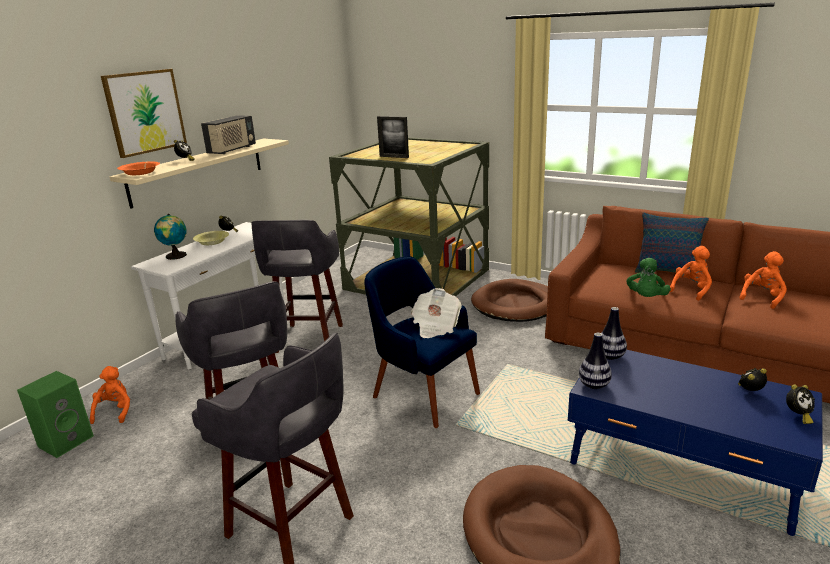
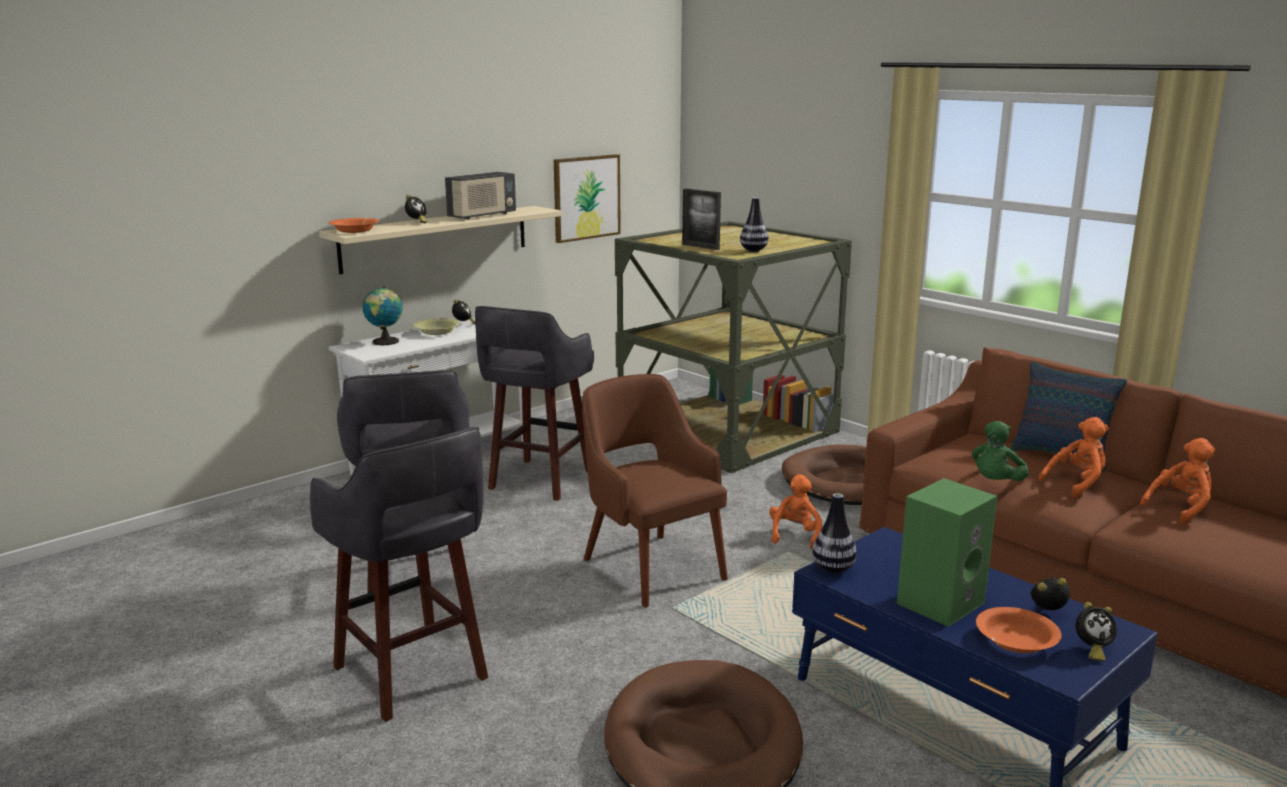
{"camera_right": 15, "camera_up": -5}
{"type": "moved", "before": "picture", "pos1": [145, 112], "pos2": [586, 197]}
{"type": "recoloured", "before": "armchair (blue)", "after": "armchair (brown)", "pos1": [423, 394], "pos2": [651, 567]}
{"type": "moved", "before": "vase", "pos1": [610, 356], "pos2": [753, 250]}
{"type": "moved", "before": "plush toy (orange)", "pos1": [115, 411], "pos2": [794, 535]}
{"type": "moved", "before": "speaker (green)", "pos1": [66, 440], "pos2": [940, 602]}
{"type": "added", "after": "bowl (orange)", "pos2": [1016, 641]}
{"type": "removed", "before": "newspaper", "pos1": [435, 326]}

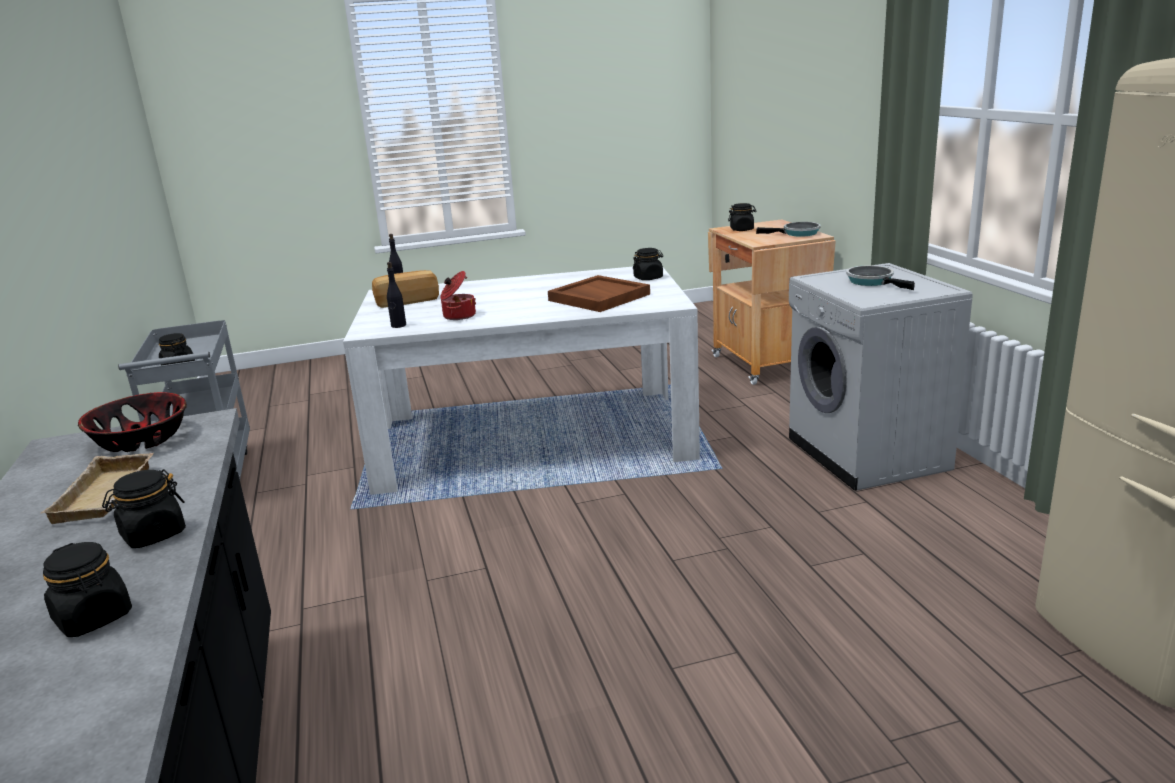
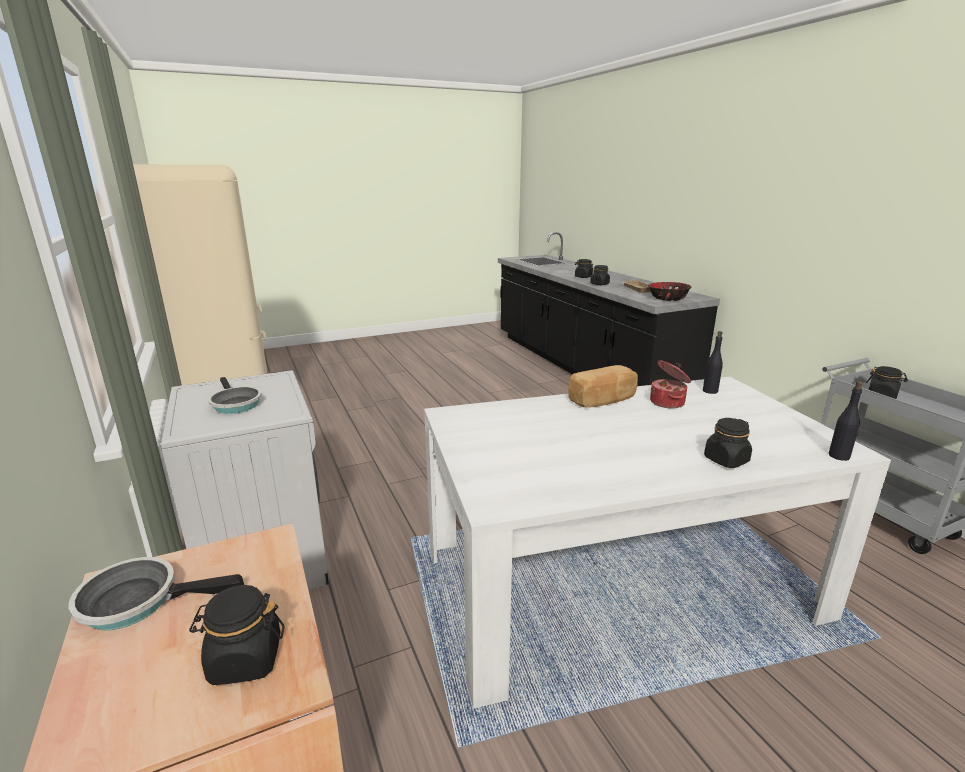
{"camera_right": 170, "camera_up": 0}
{"type": "moved", "before": "bread", "pos1": [407, 301], "pos2": [603, 400]}
{"type": "moved", "before": "jar (black)", "pos1": [648, 278], "pos2": [726, 460]}
{"type": "removed", "before": "tray (brown)", "pos1": [598, 297]}

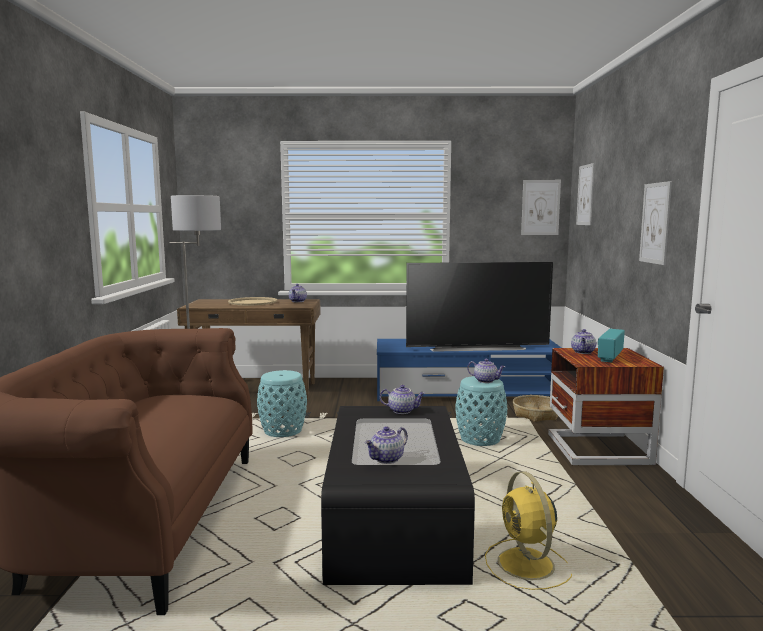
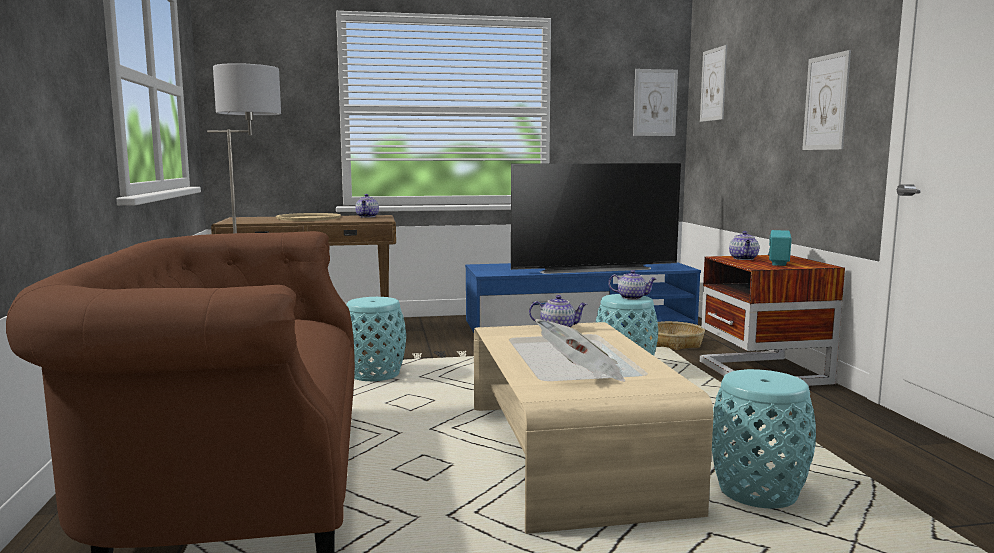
{"camera_right": -10, "camera_up": 0}
{"type": "recoloured", "before": "coffee table (black)", "after": "coffee table (beige)", "pos1": [394, 516], "pos2": [570, 454]}
{"type": "replaced", "before": "teapot", "after": "newspaper", "pos1": [387, 459], "pos2": [581, 374]}
{"type": "replaced", "before": "fan (yellow)", "after": "stool (turquoise)", "pos1": [527, 565], "pos2": [758, 492]}

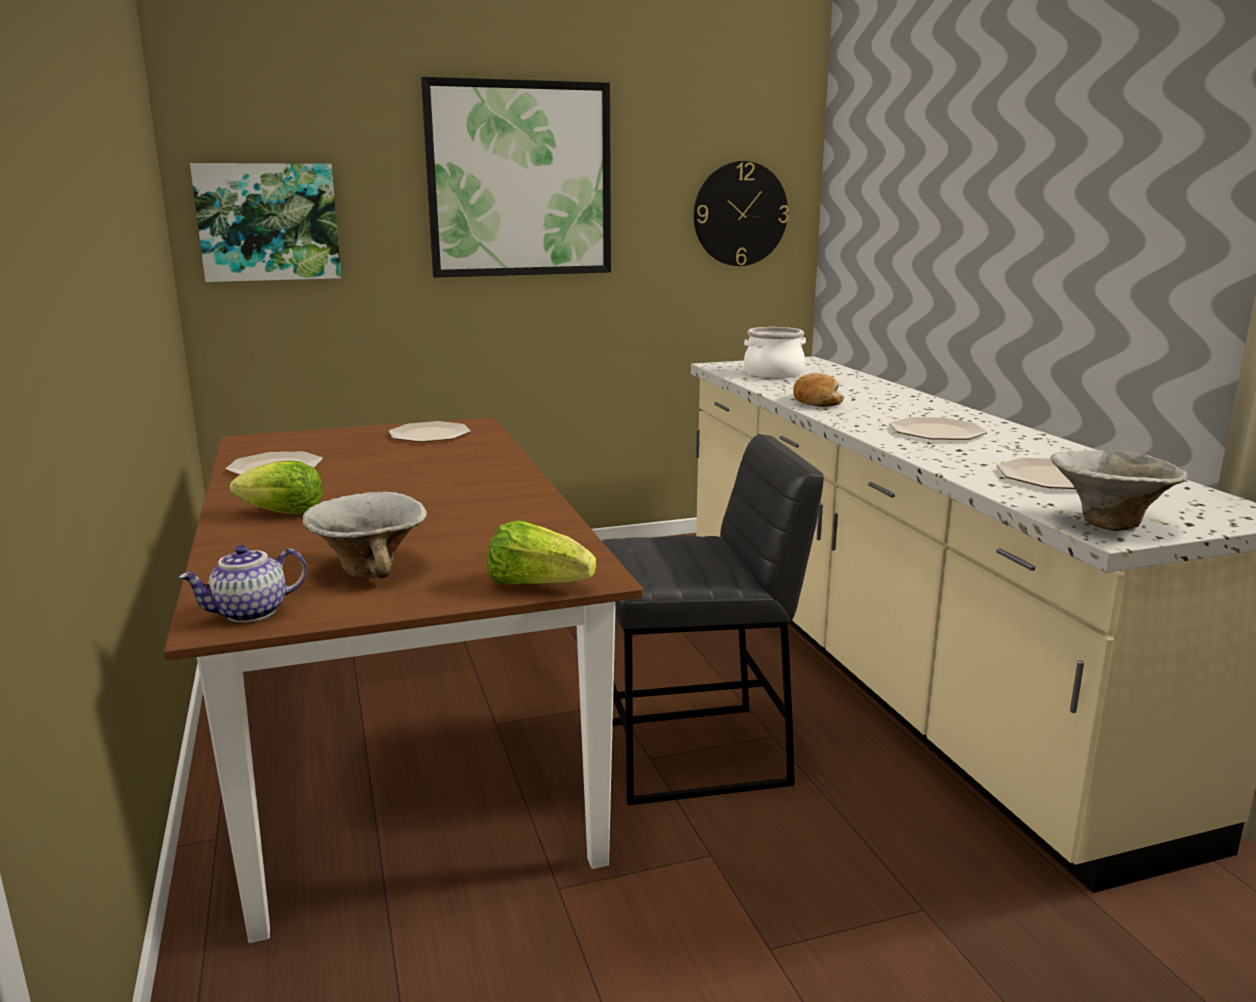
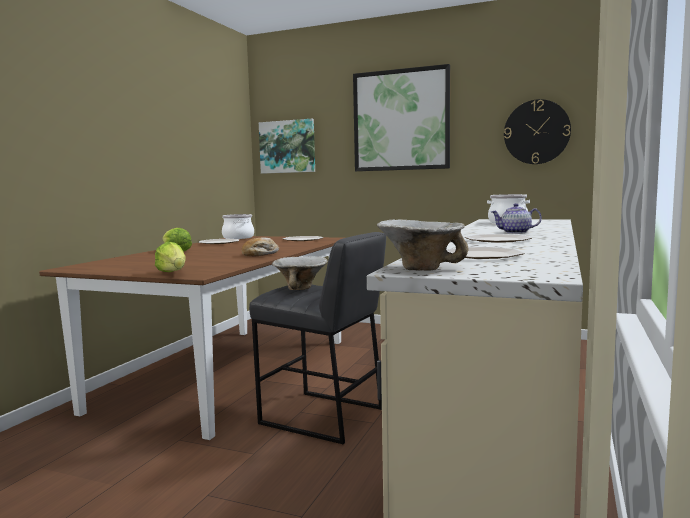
{"camera_right": 40, "camera_up": -10}
{"type": "added", "after": "cooking pot", "pos2": [238, 237]}
{"type": "moved", "before": "bread", "pos1": [816, 401], "pos2": [260, 254]}
{"type": "moved", "before": "bowl", "pos1": [371, 569], "pos2": [301, 288]}
{"type": "moved", "before": "teapot", "pos1": [250, 613], "pos2": [515, 232]}

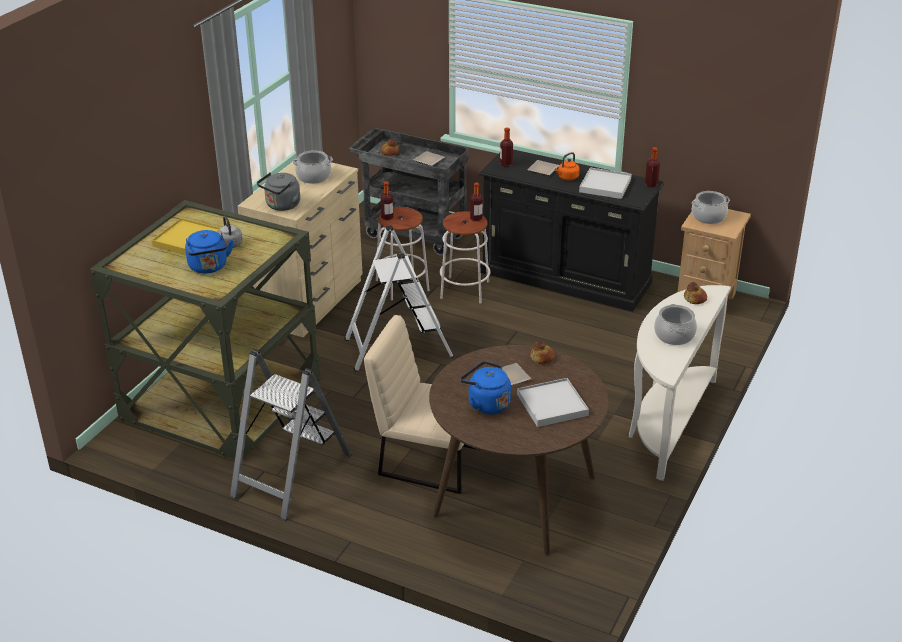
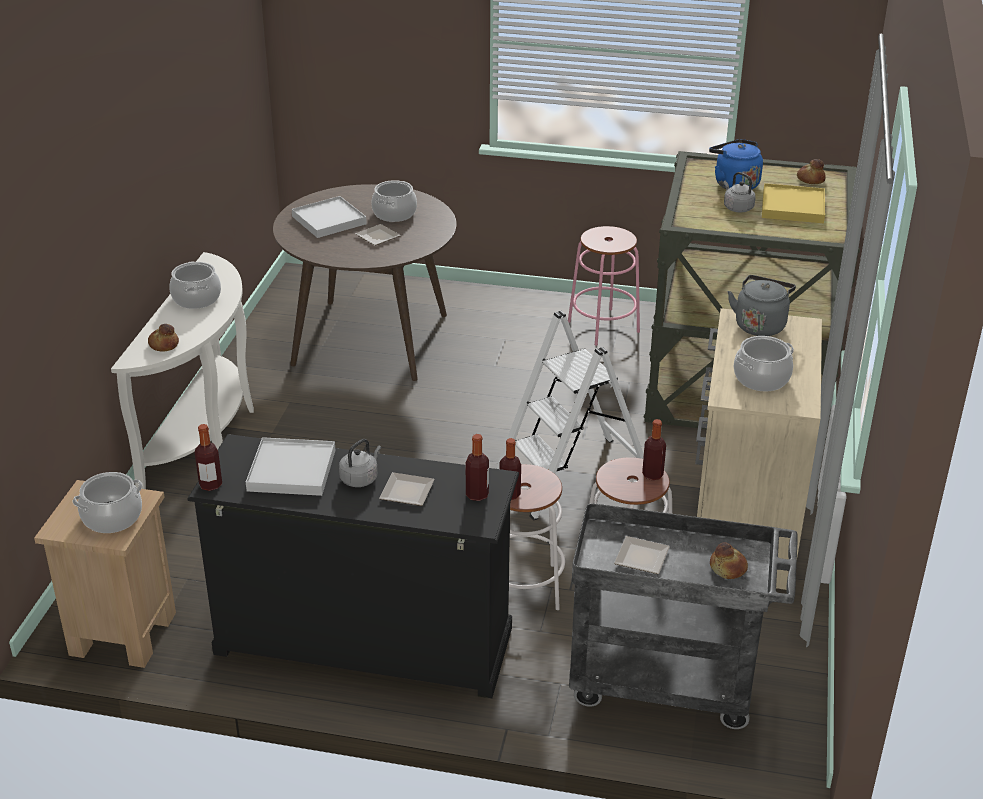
{"camera_right": 165, "camera_up": 0}
{"type": "recoloured", "before": "kettle (orange)", "after": "kettle (grey)", "pos1": [567, 178], "pos2": [360, 478]}
{"type": "replaced", "before": "kettle (blue)", "after": "cooking pot", "pos1": [486, 404], "pos2": [394, 214]}
{"type": "replaced", "before": "step ladder (grey)", "after": "stool (pink)", "pos1": [290, 476], "pos2": [603, 326]}
{"type": "moved", "before": "bread", "pos1": [542, 358], "pos2": [810, 179]}
{"type": "removed", "before": "chair (beige)", "pos1": [428, 460]}

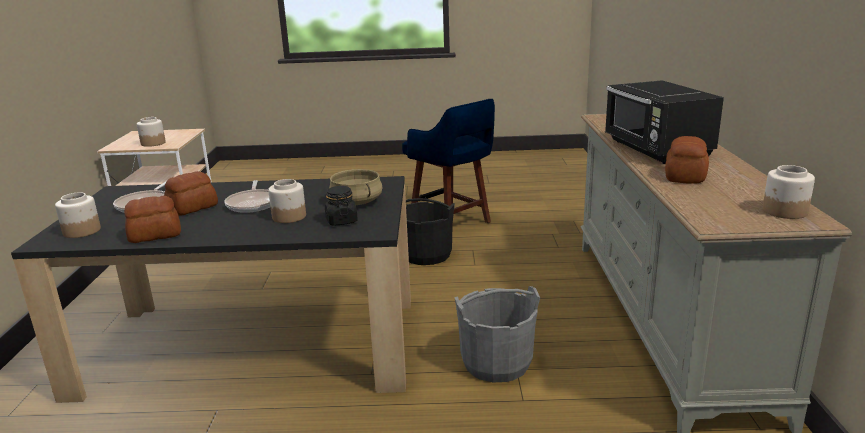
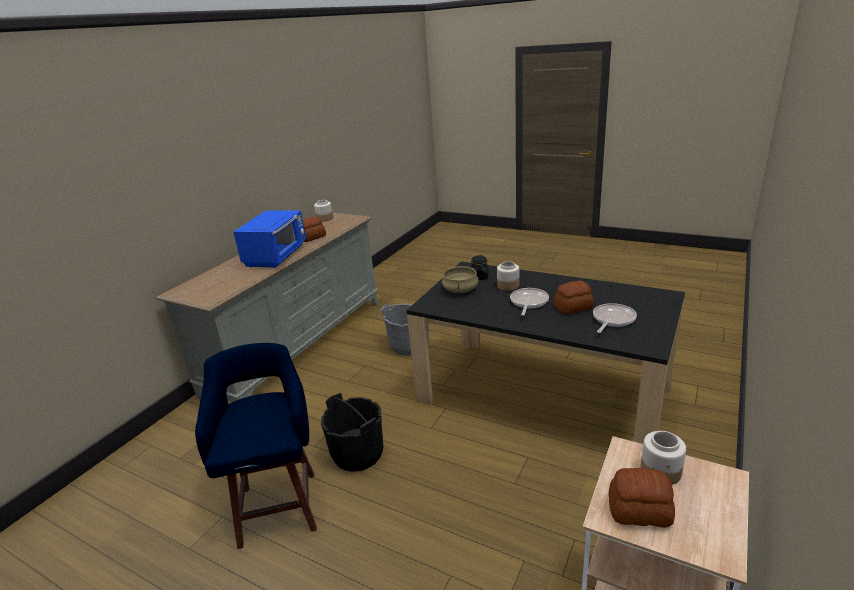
{"camera_right": -150, "camera_up": 5}
{"type": "recoloured", "before": "microwave (black)", "after": "microwave (blue)", "pos1": [656, 150], "pos2": [277, 256]}
{"type": "moved", "before": "bread", "pos1": [154, 235], "pos2": [640, 511]}
{"type": "removed", "before": "jar", "pos1": [81, 231]}

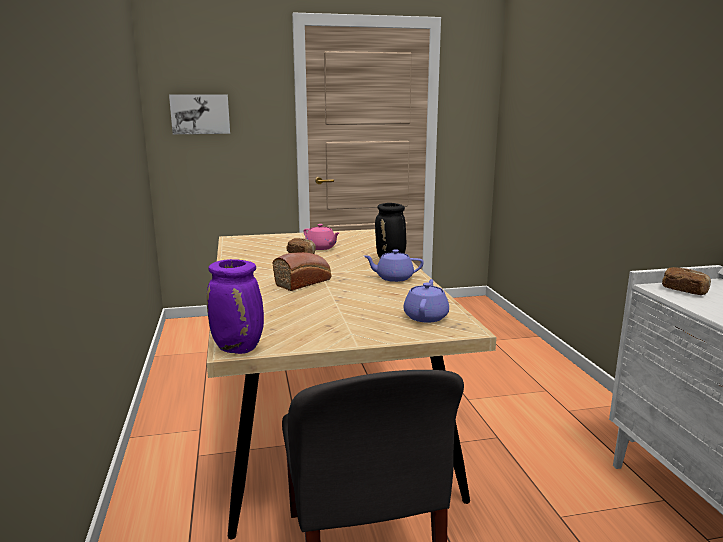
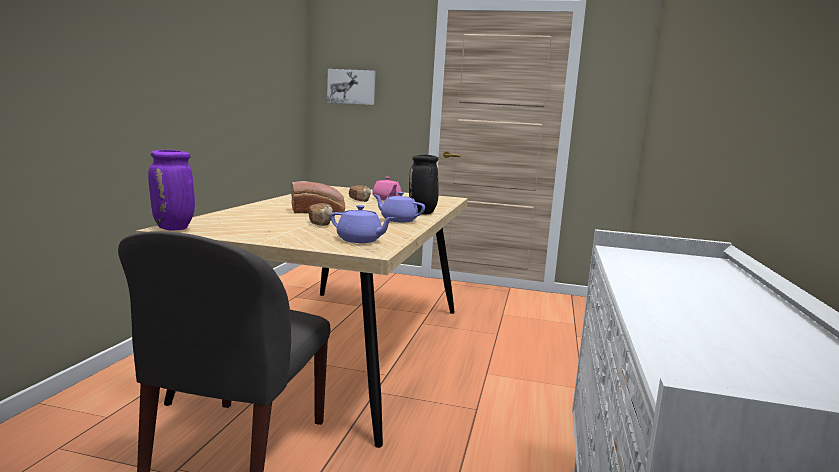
{"camera_right": 25, "camera_up": -5}
{"type": "moved", "before": "bread", "pos1": [684, 291], "pos2": [321, 223]}
{"type": "turned", "before": "teapot (purple)", "pos1": [426, 316], "pos2": [360, 240], "turn": 75}

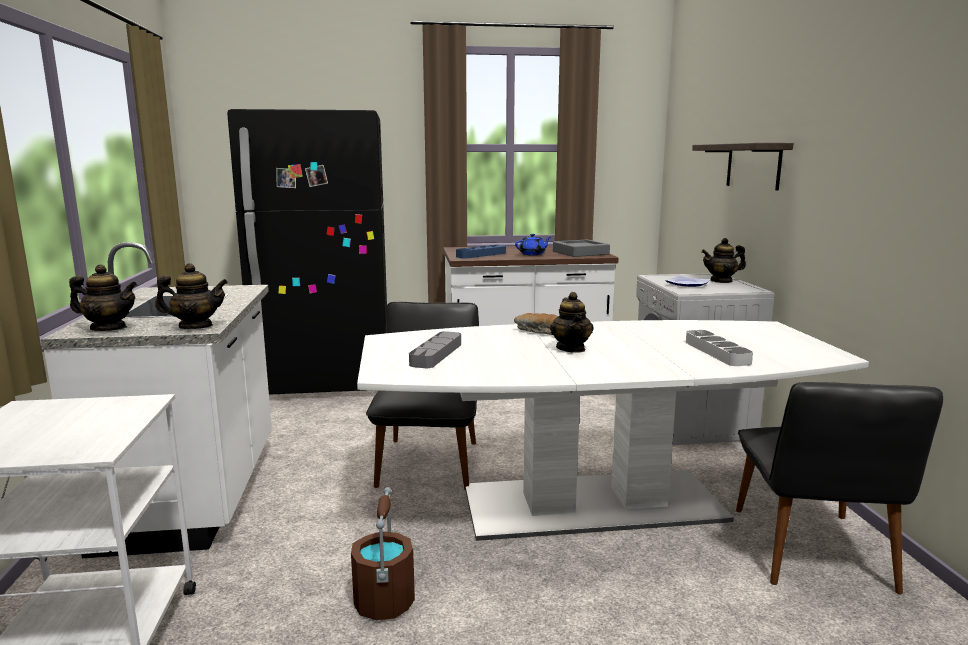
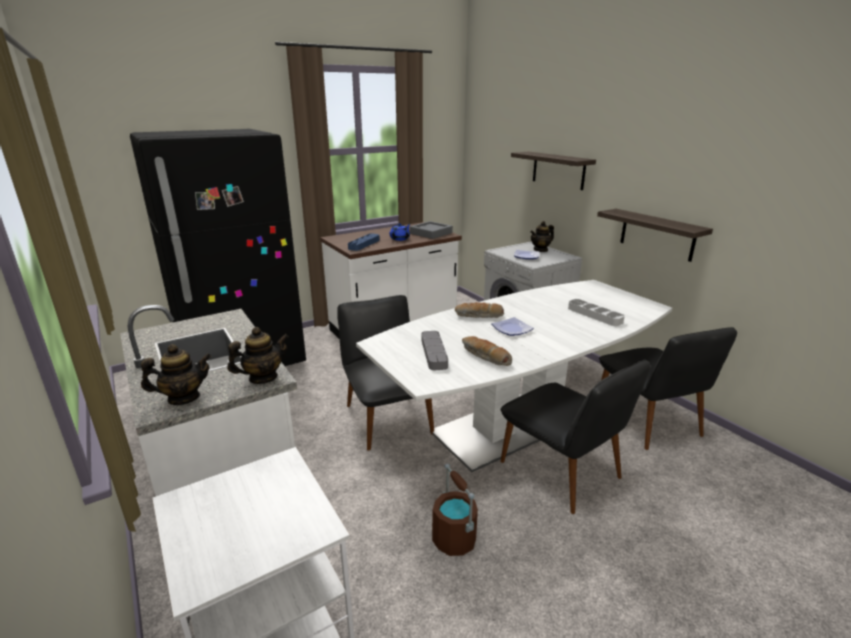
{"camera_right": -25, "camera_up": 10}
{"type": "added", "after": "bread", "pos2": [485, 356]}
{"type": "replaced", "before": "teapot", "after": "plate", "pos1": [571, 349], "pos2": [512, 329]}
{"type": "added", "after": "chair (black)", "pos2": [559, 469]}
{"type": "added", "after": "shelf", "pos2": [657, 234]}

